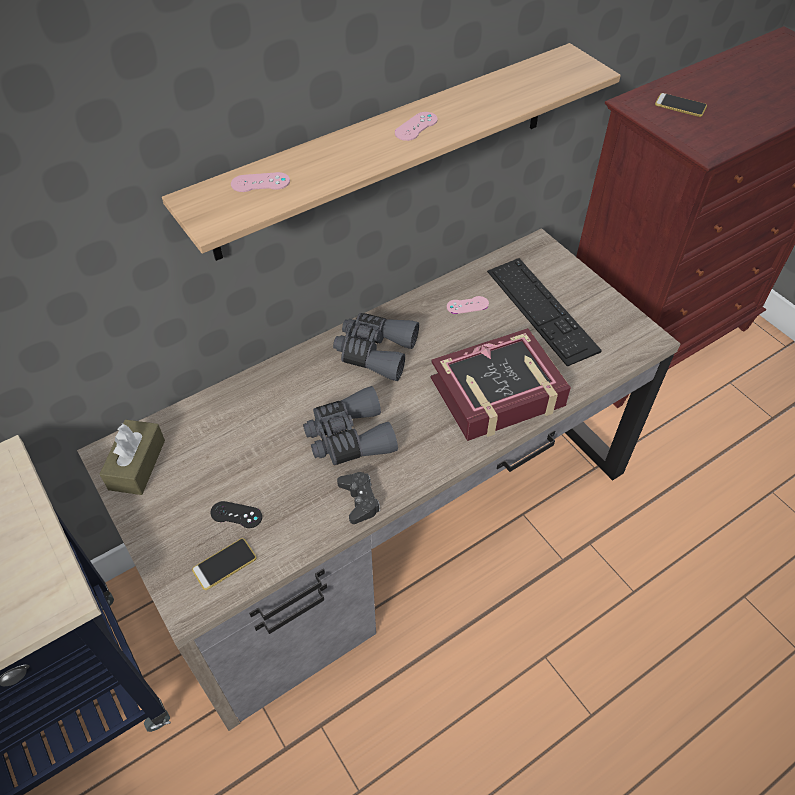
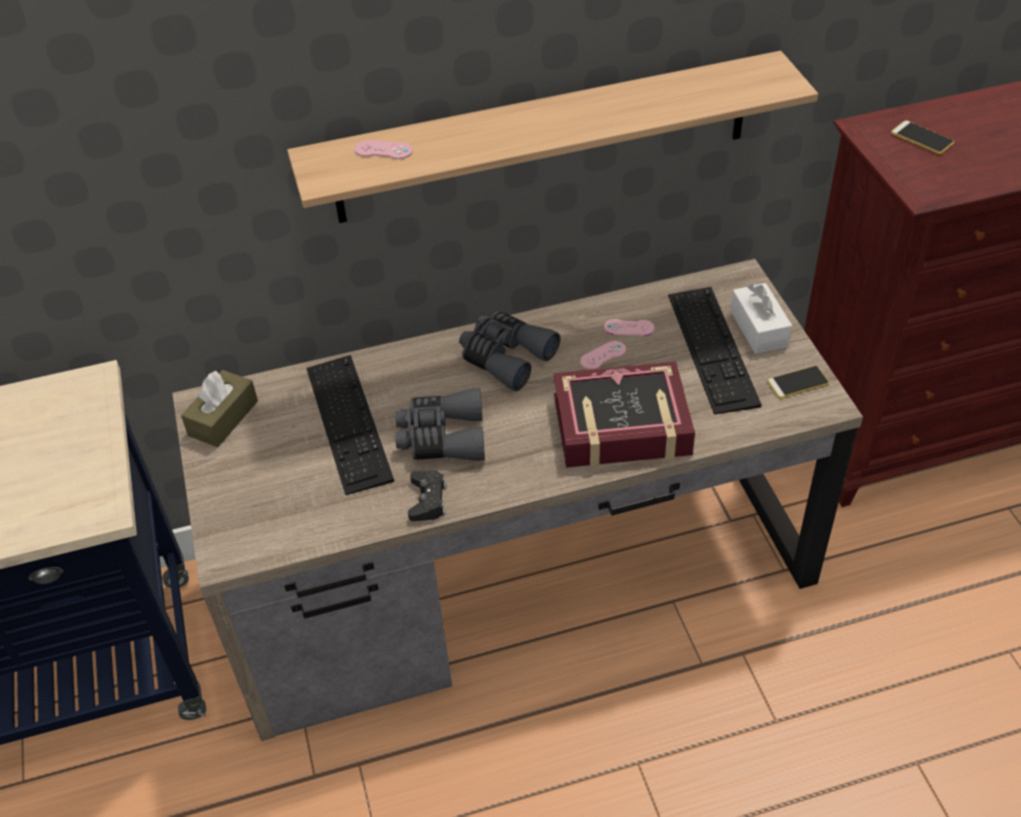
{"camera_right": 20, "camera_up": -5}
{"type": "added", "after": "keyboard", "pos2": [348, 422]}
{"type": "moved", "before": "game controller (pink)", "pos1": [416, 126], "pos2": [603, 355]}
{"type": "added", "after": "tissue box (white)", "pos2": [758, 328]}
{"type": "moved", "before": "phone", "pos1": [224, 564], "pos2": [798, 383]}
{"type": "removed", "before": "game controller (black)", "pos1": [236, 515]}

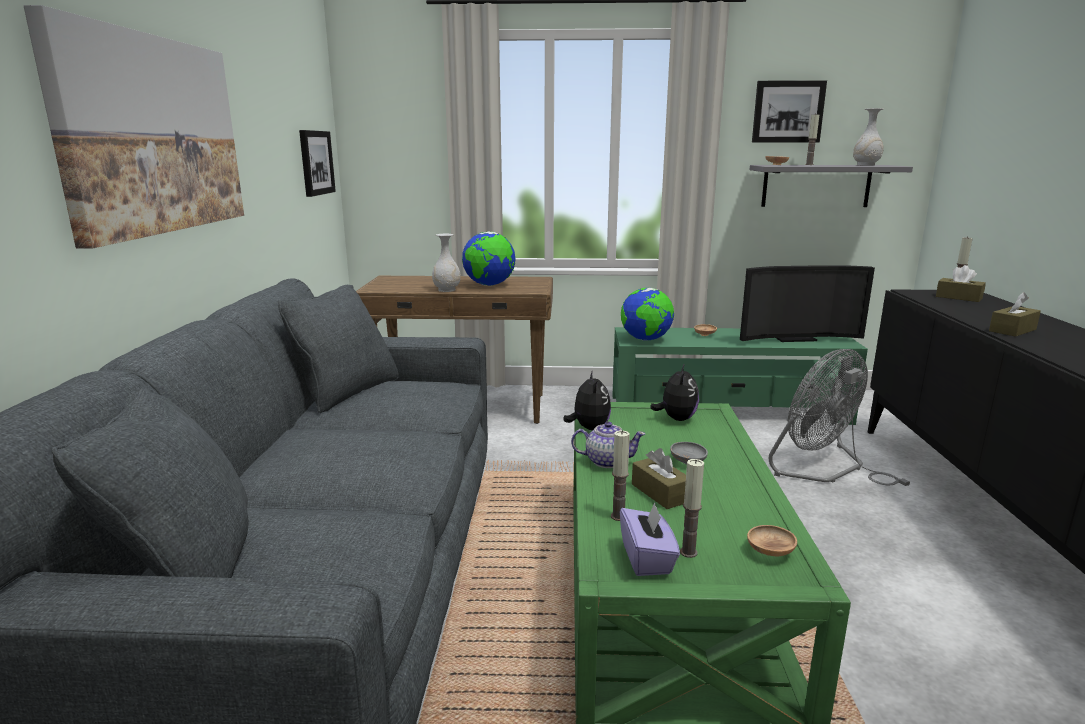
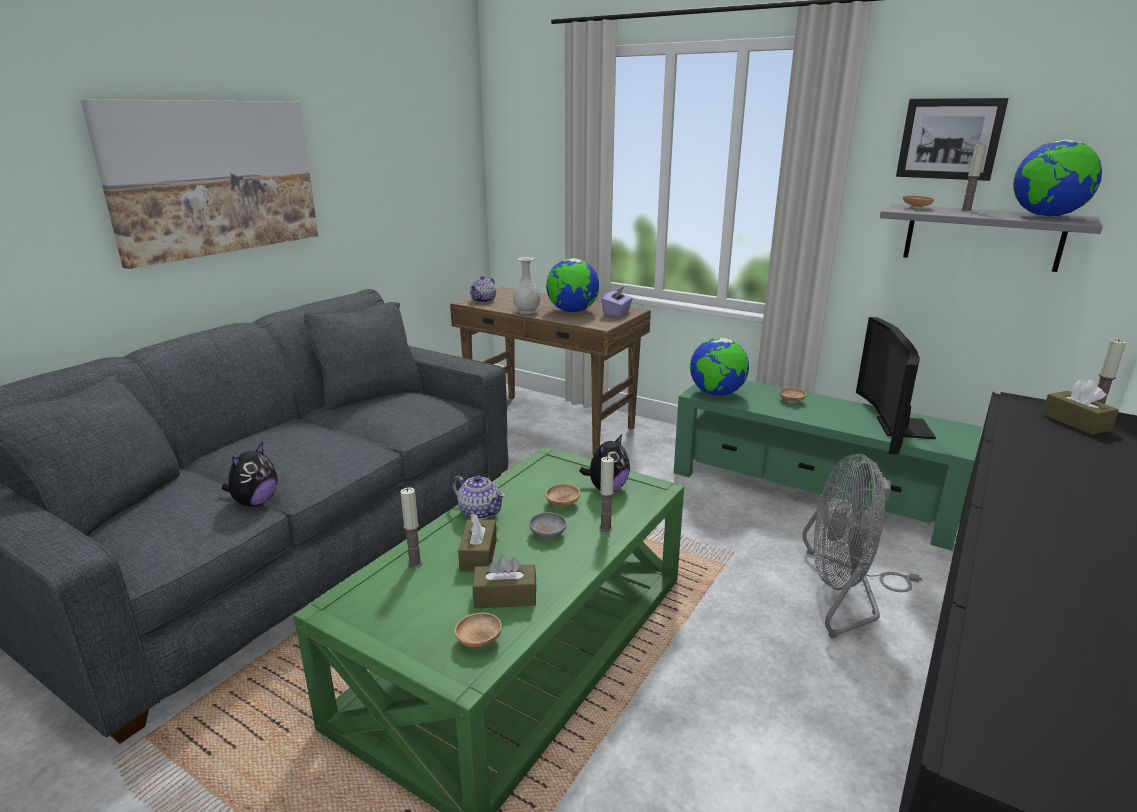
{"camera_right": 30, "camera_up": 5}
{"type": "moved", "before": "plush toy", "pos1": [589, 428], "pos2": [255, 502]}
{"type": "added", "after": "teapot", "pos2": [484, 300]}
{"type": "moved", "before": "tissue box (brown)", "pos1": [1012, 330], "pos2": [505, 597]}
{"type": "added", "after": "bowl (brown)", "pos2": [562, 503]}
{"type": "moved", "before": "candle", "pos1": [688, 552], "pos2": [605, 528]}
{"type": "moved", "before": "tissue box (purple)", "pos1": [647, 558], "pos2": [617, 313]}
{"type": "turned", "before": "fan (grey)", "pos1": [832, 467], "pos2": [847, 591], "turn": -75}
{"type": "turned", "before": "television", "pos1": [793, 338], "pos2": [895, 427], "turn": 75}
{"type": "replaced", "before": "vase (white)", "after": "globe", "pos1": [866, 165], "pos2": [1046, 217]}
{"type": "removed", "before": "picture", "pos1": [316, 162]}

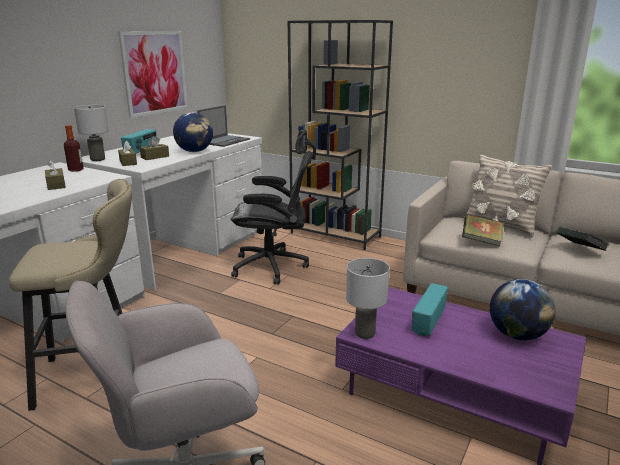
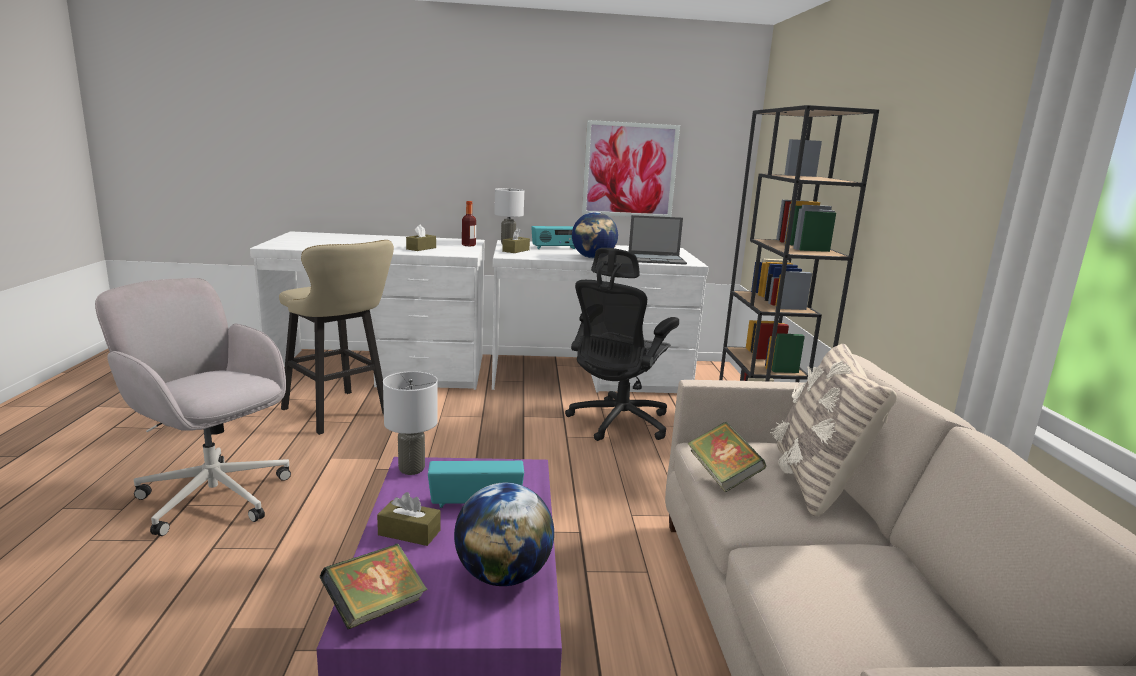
{"camera_right": 55, "camera_up": -5}
{"type": "moved", "before": "book", "pos1": [579, 250], "pos2": [375, 608]}
{"type": "moved", "before": "tissue box (brown)", "pos1": [155, 157], "pos2": [409, 533]}
{"type": "turned", "before": "office chair", "pos1": [273, 266], "pos2": [617, 424], "turn": 60}

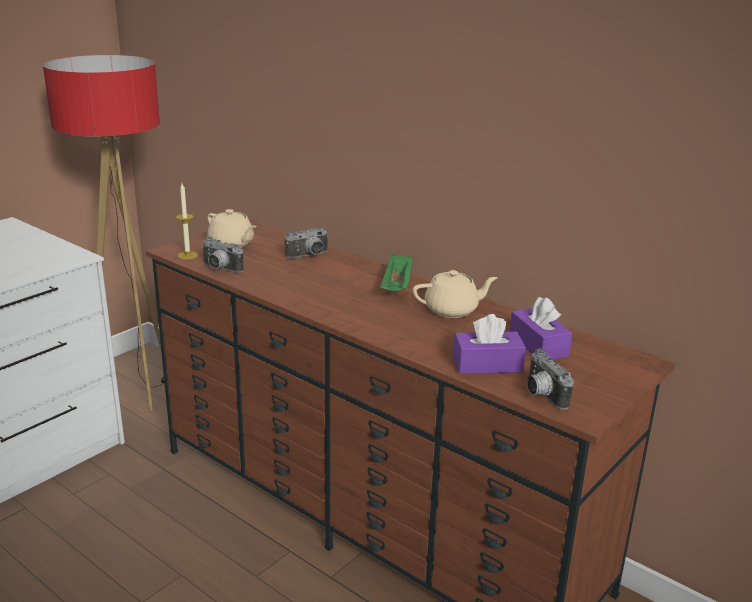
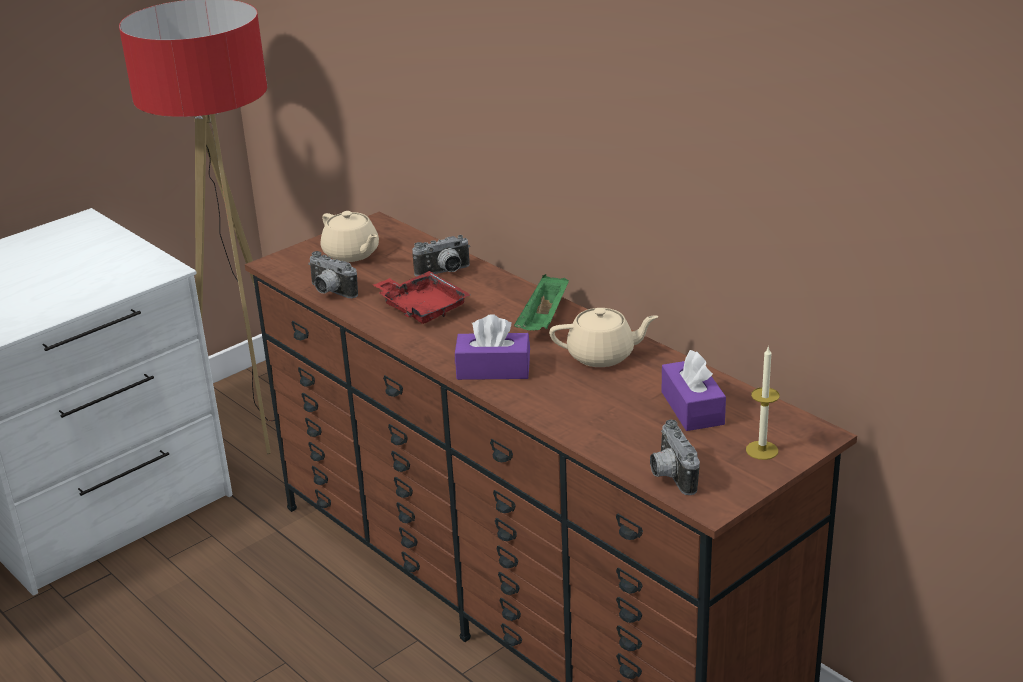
{"camera_right": 10, "camera_up": 5}
{"type": "added", "after": "tray (red)", "pos2": [422, 307]}
{"type": "moved", "before": "tissue box (purple)", "pos1": [487, 364], "pos2": [493, 369]}
{"type": "moved", "before": "candle", "pos1": [187, 255], "pos2": [762, 450]}

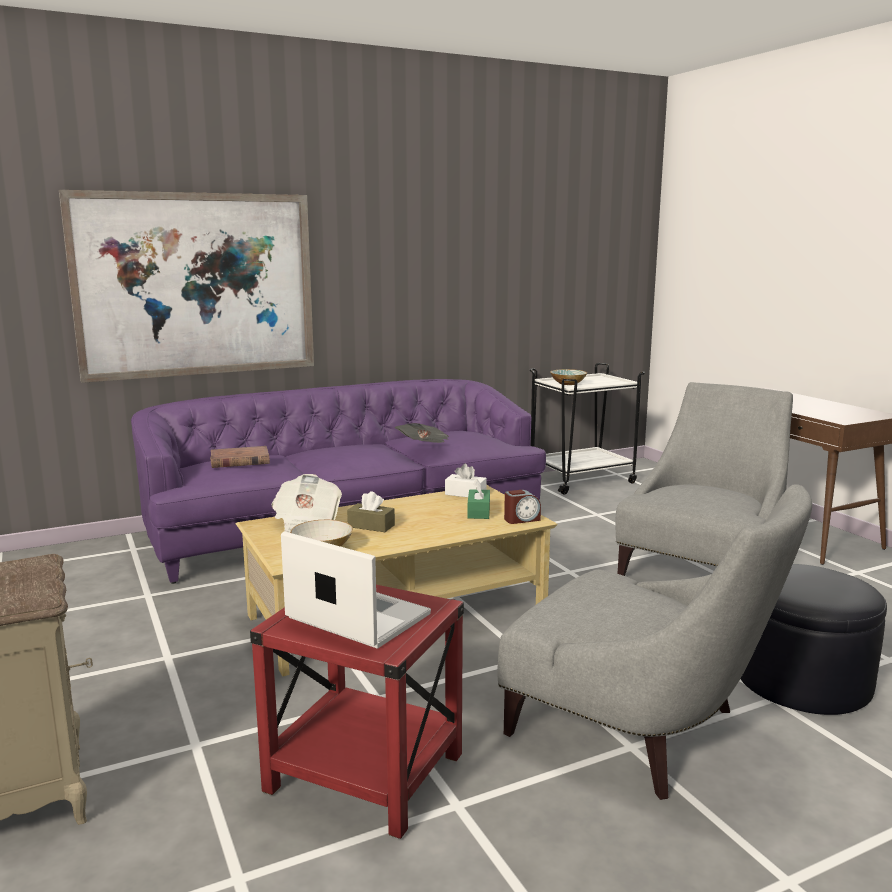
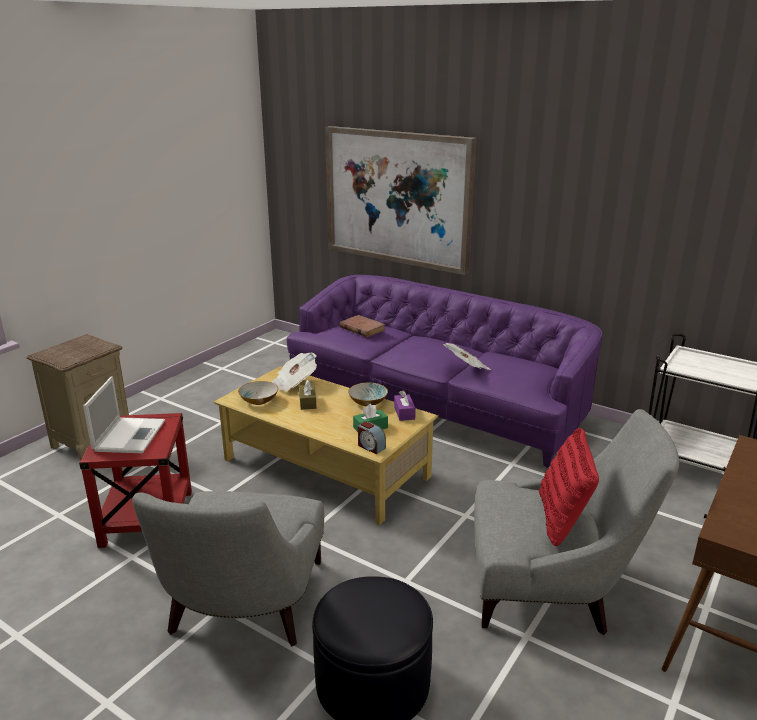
{"camera_right": 60, "camera_up": 10}
{"type": "moved", "before": "bowl", "pos1": [568, 383], "pos2": [368, 402]}
{"type": "recoloured", "before": "tissue box (white)", "after": "tissue box (purple)", "pos1": [465, 494], "pos2": [404, 413]}
{"type": "added", "after": "pillow (red)", "pos2": [562, 521]}

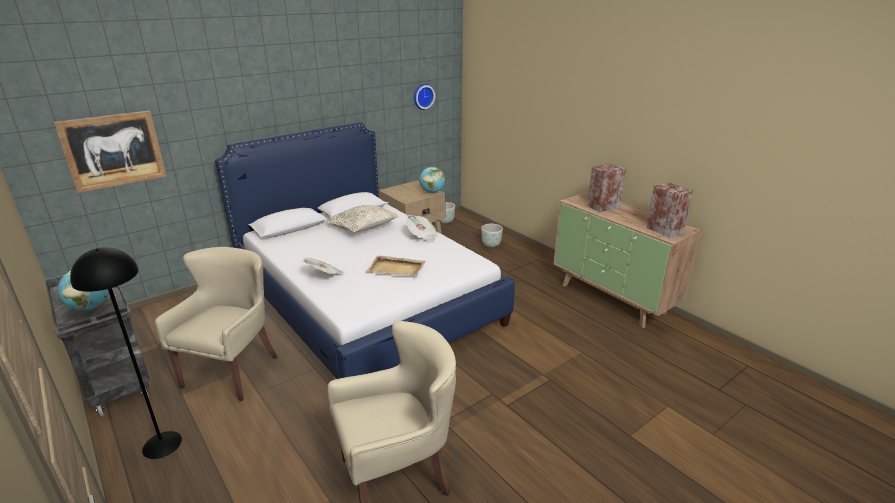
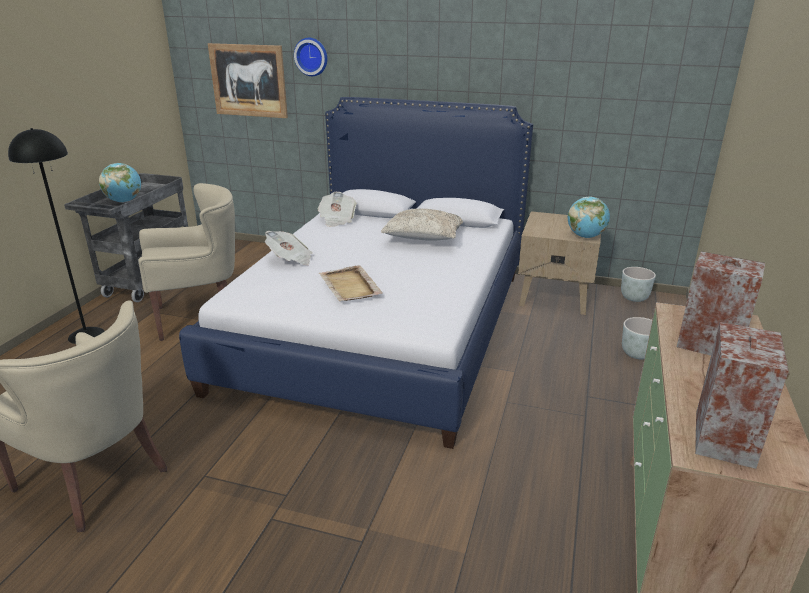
{"camera_right": 55, "camera_up": 0}
{"type": "moved", "before": "wall clock", "pos1": [423, 96], "pos2": [312, 56]}
{"type": "moved", "before": "newspaper", "pos1": [422, 236], "pos2": [337, 220]}

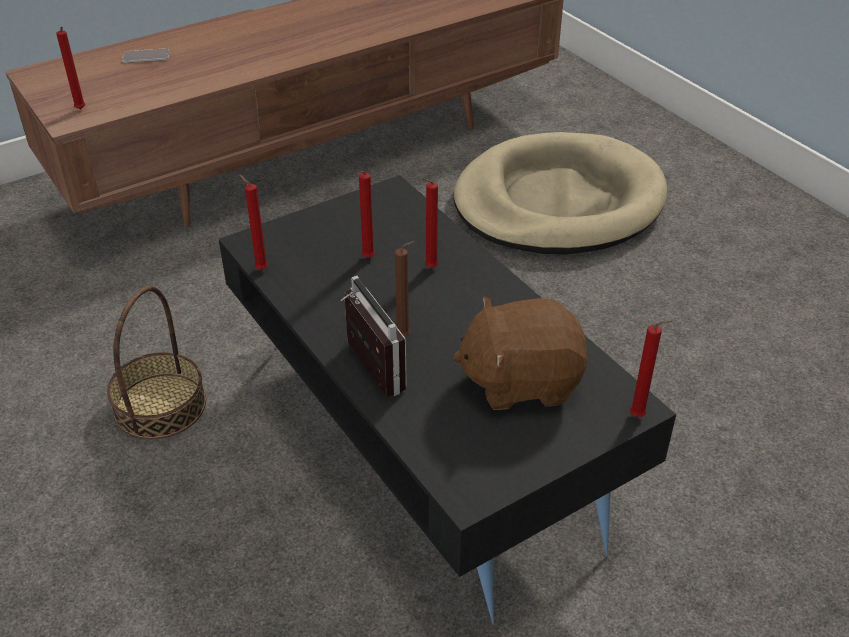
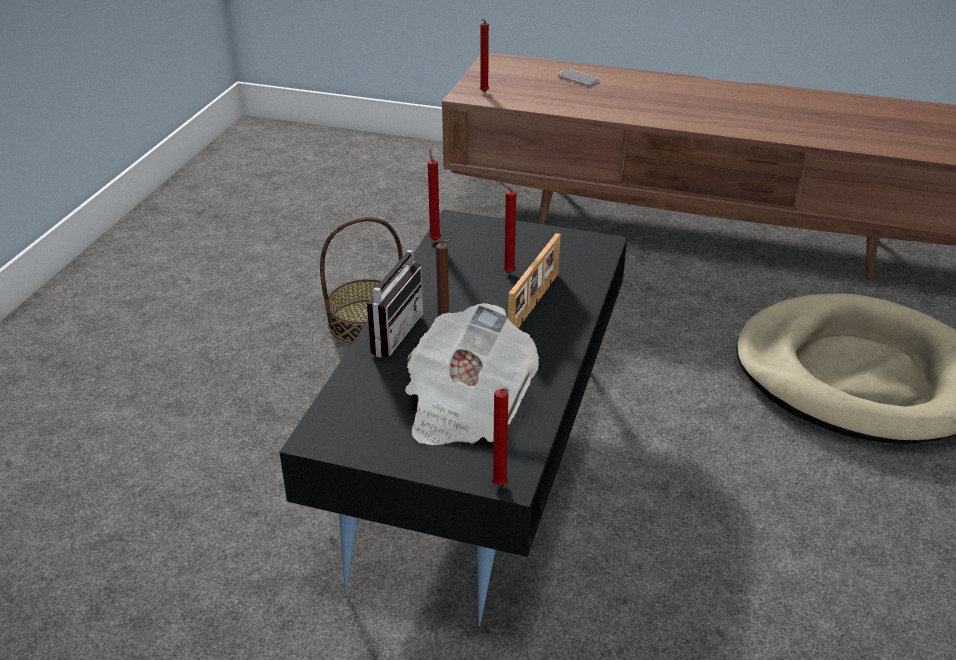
{"camera_right": 50, "camera_up": -5}
{"type": "replaced", "before": "plush toy (brown)", "after": "newspaper", "pos1": [520, 381], "pos2": [465, 406]}
{"type": "replaced", "before": "candle (red)", "after": "picture frame", "pos1": [429, 268], "pos2": [536, 303]}

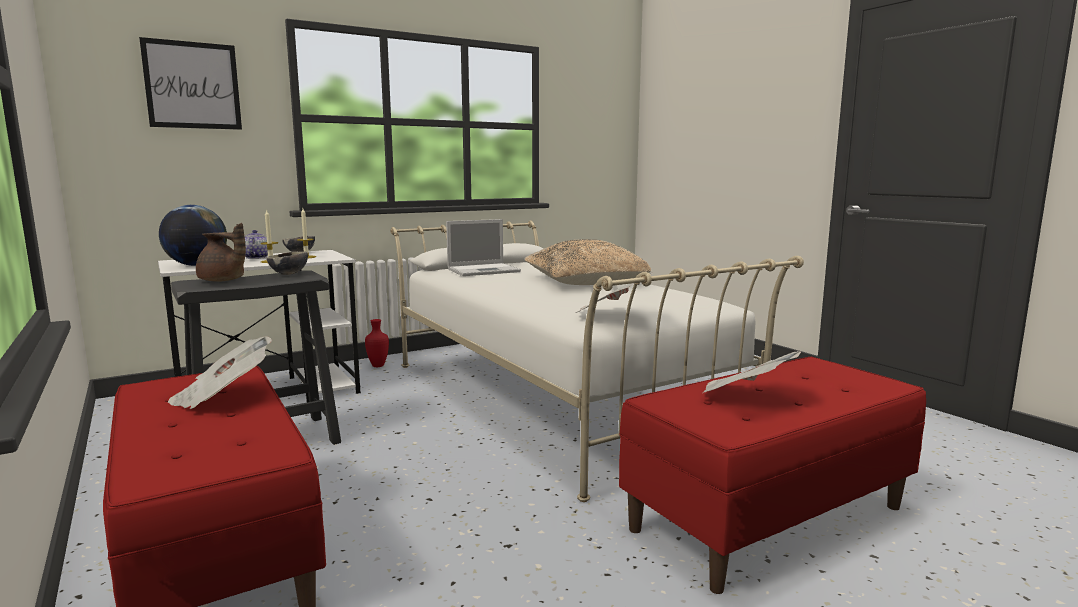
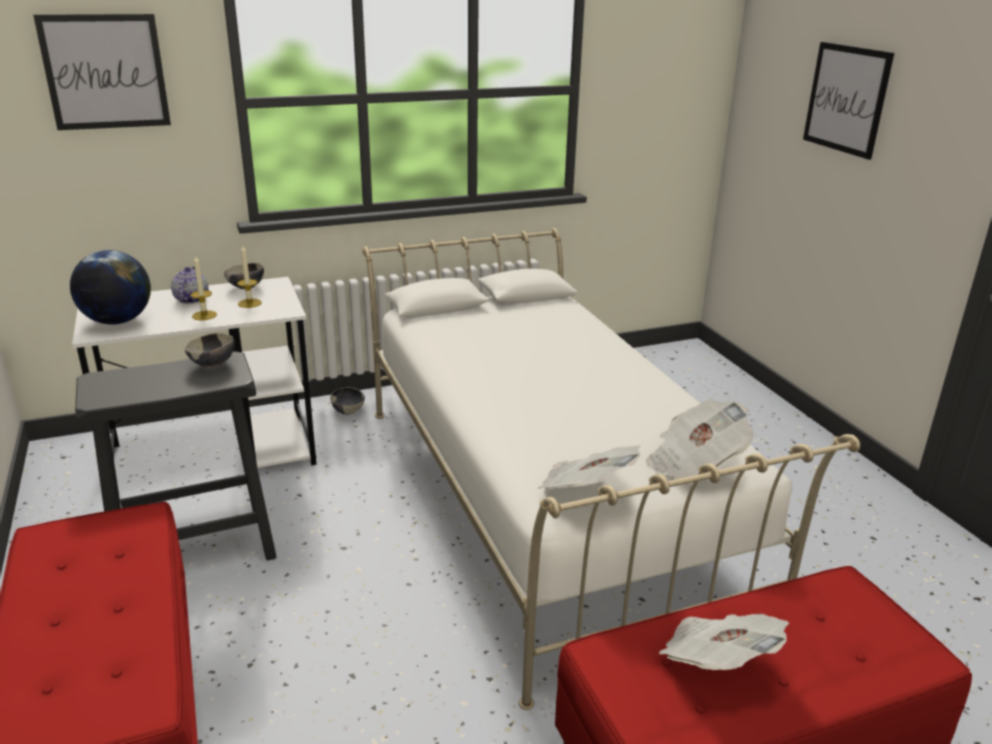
{"camera_right": 10, "camera_up": 15}
{"type": "replaced", "before": "vase (red)", "after": "bowl", "pos1": [378, 365], "pos2": [348, 411]}
{"type": "moved", "before": "newspaper", "pos1": [222, 397], "pos2": [694, 462]}
{"type": "added", "after": "picture", "pos2": [846, 99]}
{"type": "removed", "before": "teapot (brown)", "pos1": [223, 281]}
{"type": "removed", "before": "laptop", "pos1": [484, 270]}
{"type": "removed", "before": "pillow (beige)", "pos1": [586, 281]}

